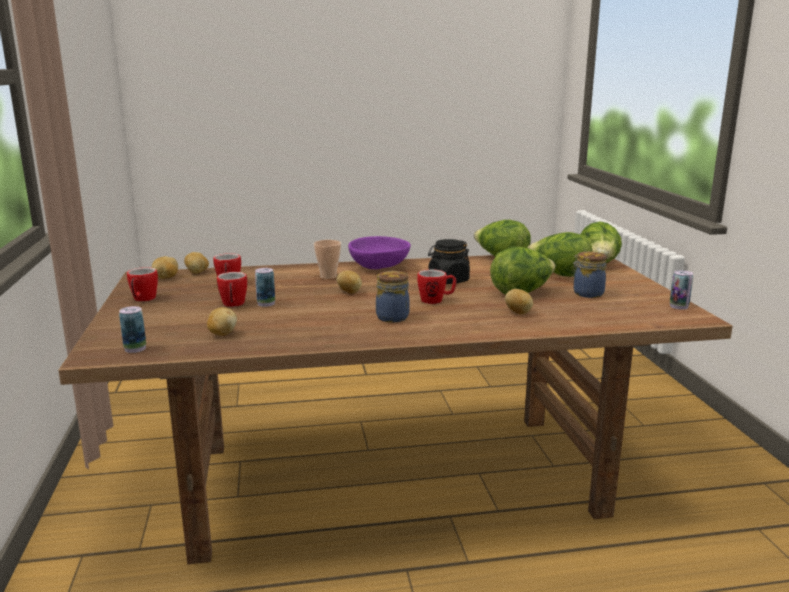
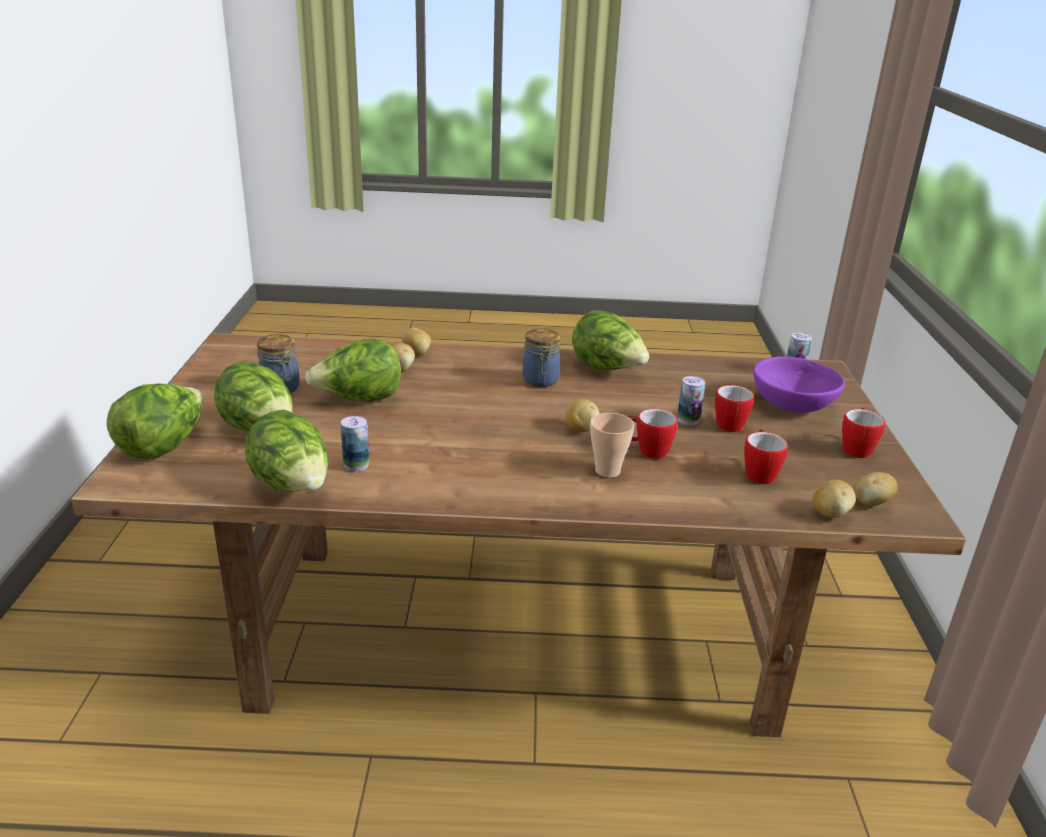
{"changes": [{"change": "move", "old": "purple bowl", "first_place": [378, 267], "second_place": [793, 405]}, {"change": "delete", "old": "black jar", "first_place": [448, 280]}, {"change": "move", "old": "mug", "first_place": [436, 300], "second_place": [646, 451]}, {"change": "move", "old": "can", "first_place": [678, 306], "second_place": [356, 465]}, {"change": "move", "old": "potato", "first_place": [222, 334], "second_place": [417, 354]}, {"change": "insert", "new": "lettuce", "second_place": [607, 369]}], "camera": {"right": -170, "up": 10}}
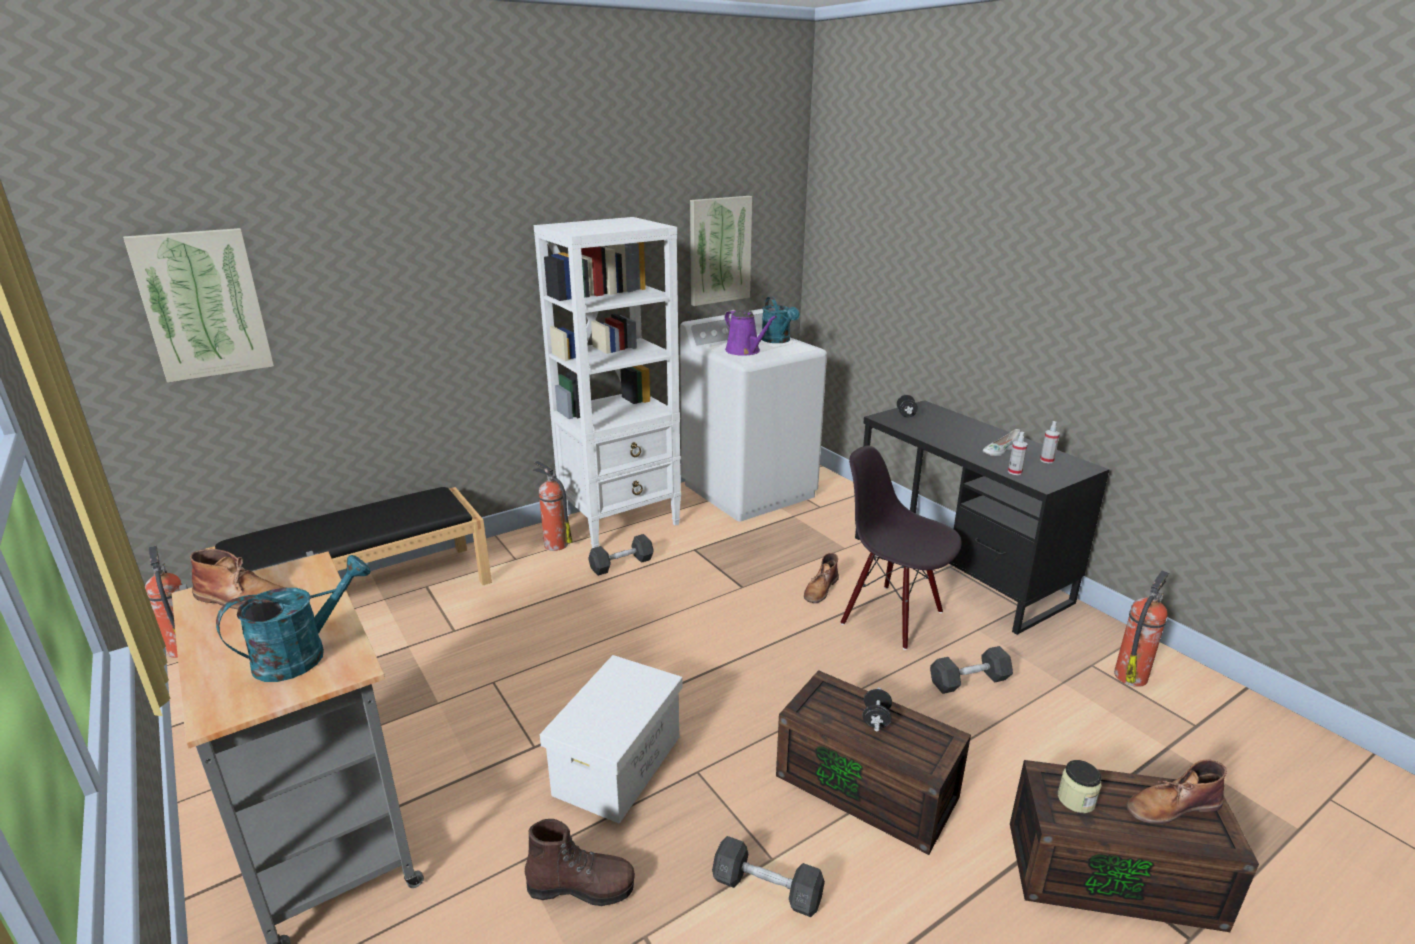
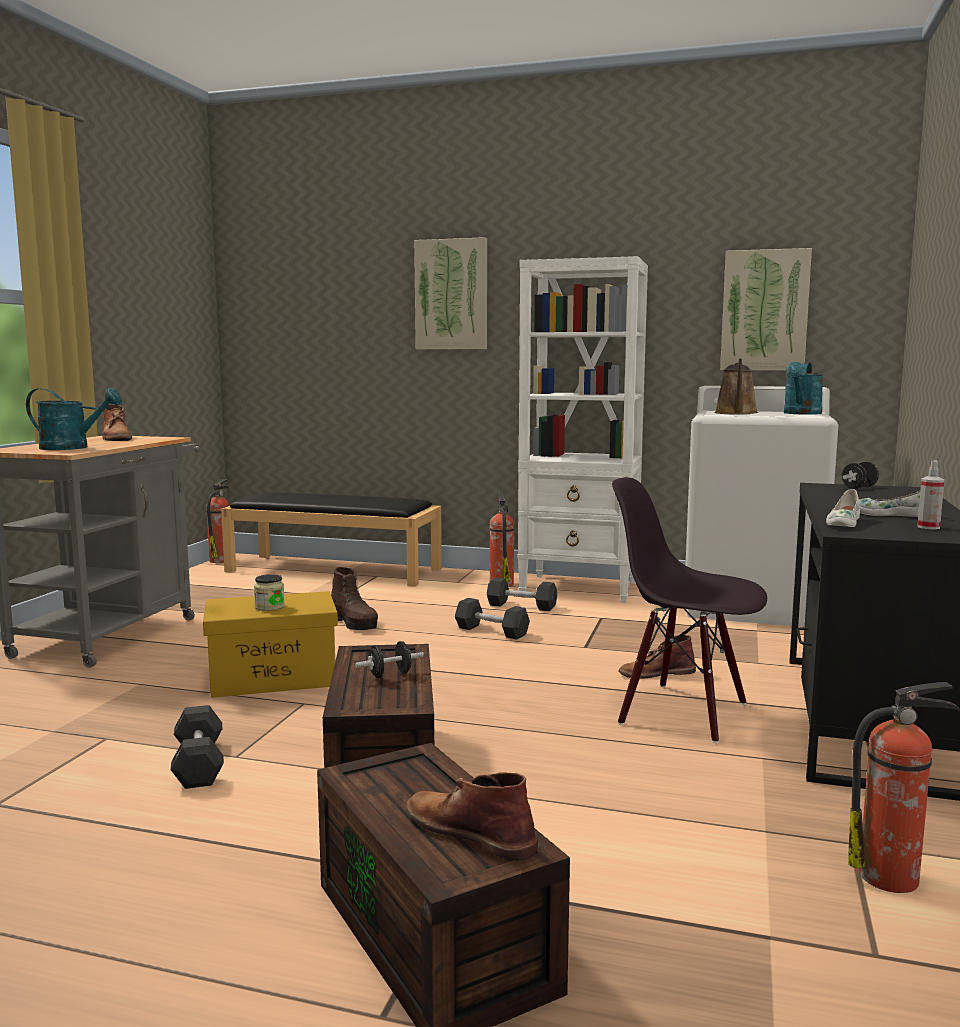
{"changes": [{"change": "move", "old": "picture", "first_place": [203, 304], "second_place": [451, 295]}, {"change": "recolor", "old": "purple watering can", "new": "brown watering can", "first_place": [745, 351], "second_place": [736, 413]}, {"change": "replace", "old": "spray bottle", "new": "white shoe", "first_place": [1015, 472], "second_place": [843, 523]}, {"change": "rotate", "old": "black chair", "first_place": [892, 616], "second_place": [683, 712], "degrees": -60}, {"change": "move", "old": "grey dumbbell", "first_place": [969, 681], "second_place": [491, 631]}, {"change": "recolor", "old": "white storage box", "new": "yellow storage box", "first_place": [618, 764], "second_place": [274, 678]}, {"change": "move", "old": "jar", "first_place": [1076, 799], "second_place": [269, 607]}, {"change": "move", "old": "brown boot", "first_place": [582, 886], "second_place": [354, 623]}], "camera": {"right": 50, "up": -15}}
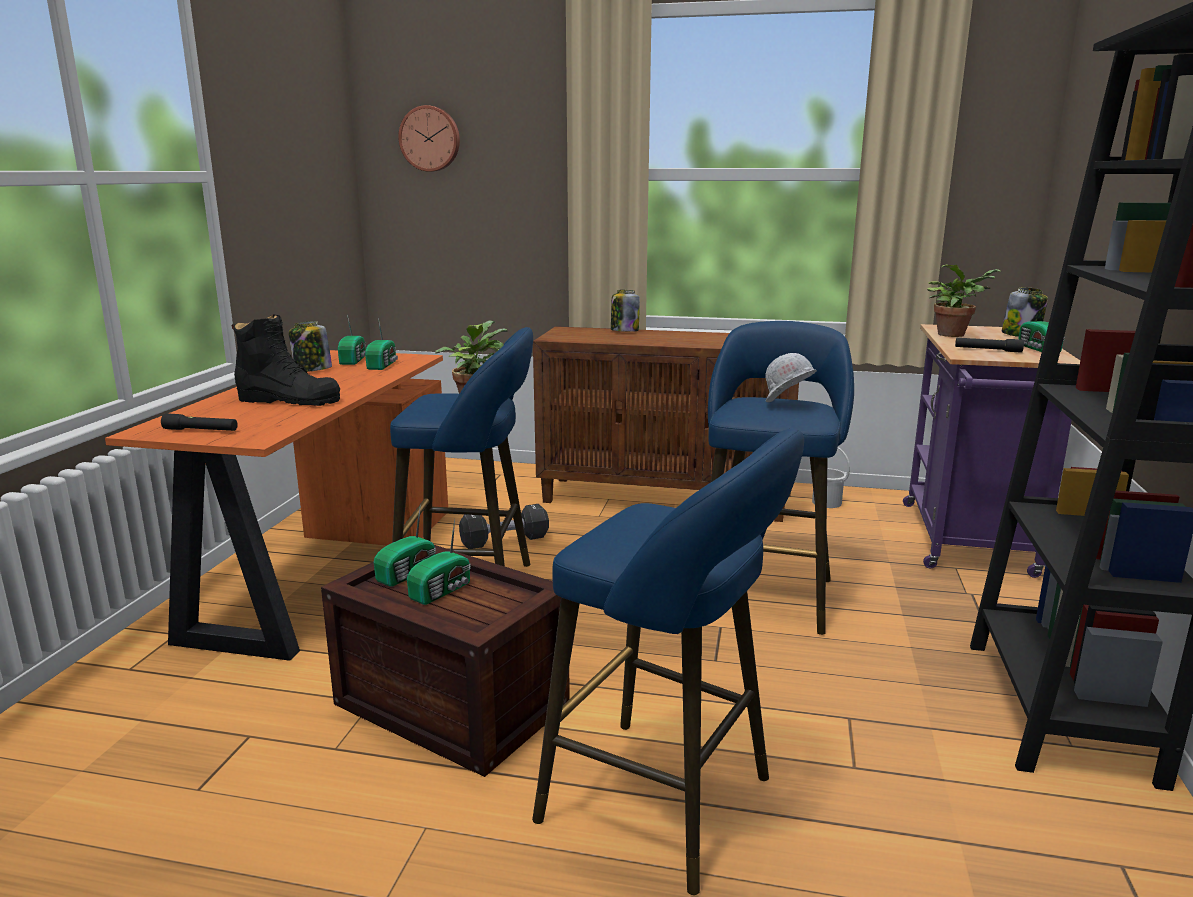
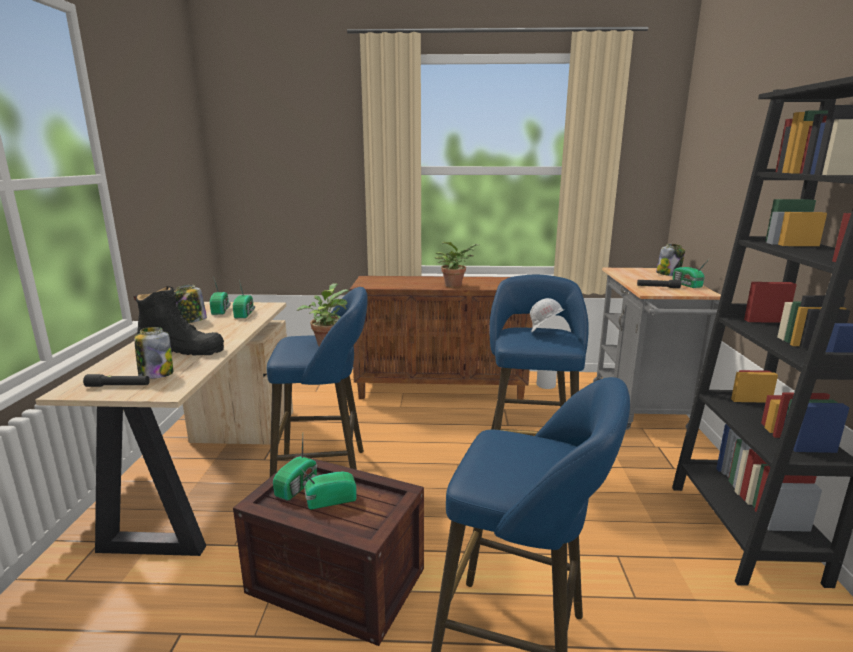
{"changes": [{"change": "delete", "old": "wall clock", "first_place": [430, 139]}, {"change": "move", "old": "potted plant", "first_place": [953, 334], "second_place": [455, 285]}, {"change": "move", "old": "jar", "first_place": [624, 331], "second_place": [156, 374]}, {"change": "recolor", "old": "purple cart", "new": "grey cart", "first_place": [969, 543], "second_place": [643, 408]}, {"change": "recolor", "old": "orange desk", "new": "beige desk", "first_place": [323, 570], "second_place": [209, 470]}, {"change": "delete", "old": "black dumbbell", "first_place": [504, 541]}, {"change": "rotate", "old": "radio", "first_place": [443, 590], "second_place": [329, 500], "degrees": -135}], "camera": {"right": -10, "up": 0}}
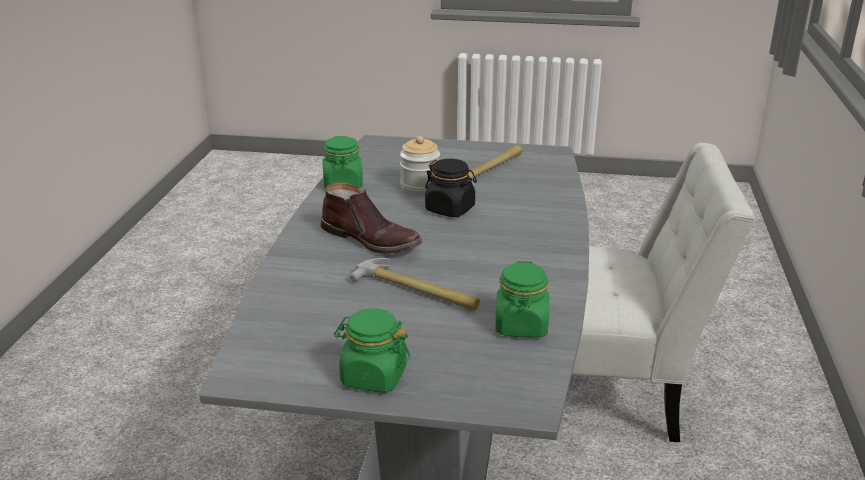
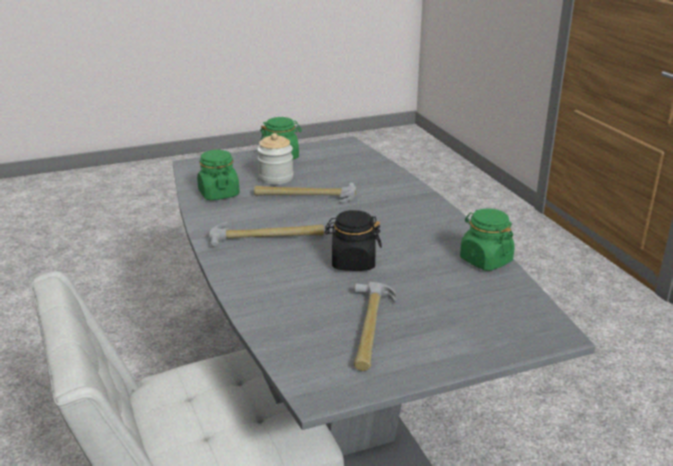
{"changes": [{"change": "move", "old": "jar", "first_place": [420, 187], "second_place": [276, 178]}, {"change": "delete", "old": "brown boot", "first_place": [371, 239]}, {"change": "insert", "new": "hammer", "second_place": [267, 237]}], "camera": {"right": 150, "up": 0}}
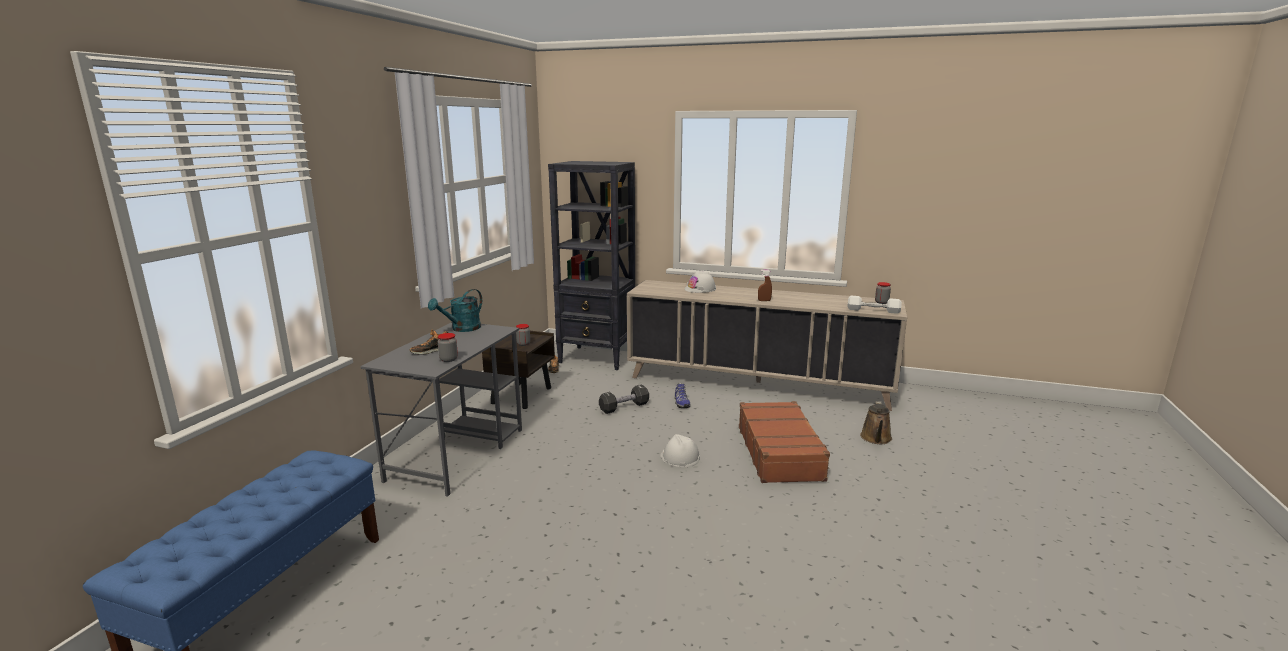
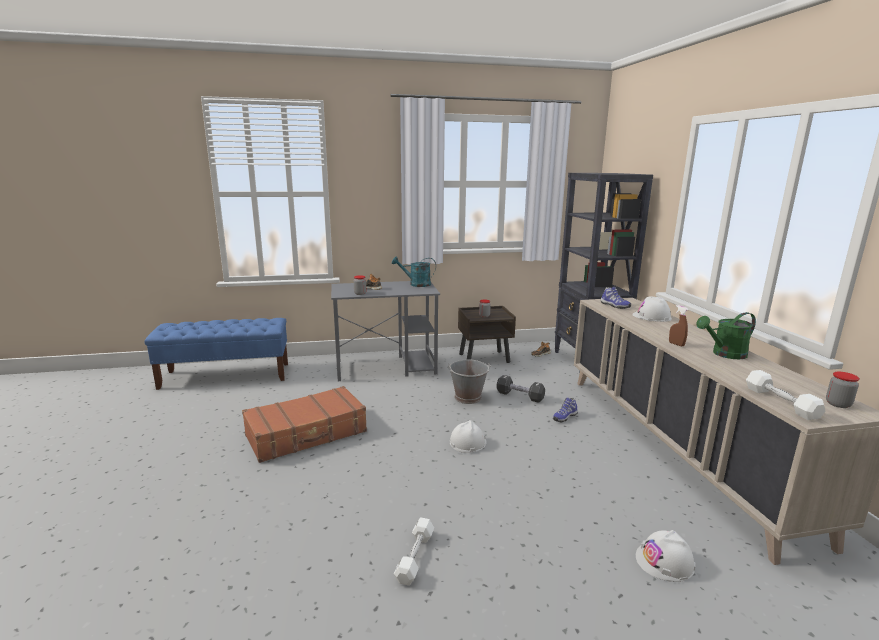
{"changes": [{"change": "move", "old": "brown suitcase", "first_place": [780, 452], "second_place": [307, 434]}, {"change": "replace", "old": "brown watering can", "new": "white hard hat", "first_place": [876, 439], "second_place": [665, 561]}, {"change": "insert", "new": "shoe", "second_place": [614, 306]}, {"change": "insert", "new": "green watering can", "second_place": [724, 354]}, {"change": "insert", "new": "grey bucket", "second_place": [468, 397]}, {"change": "insert", "new": "white dumbbell", "second_place": [415, 557]}], "camera": {"right": 60, "up": 0}}
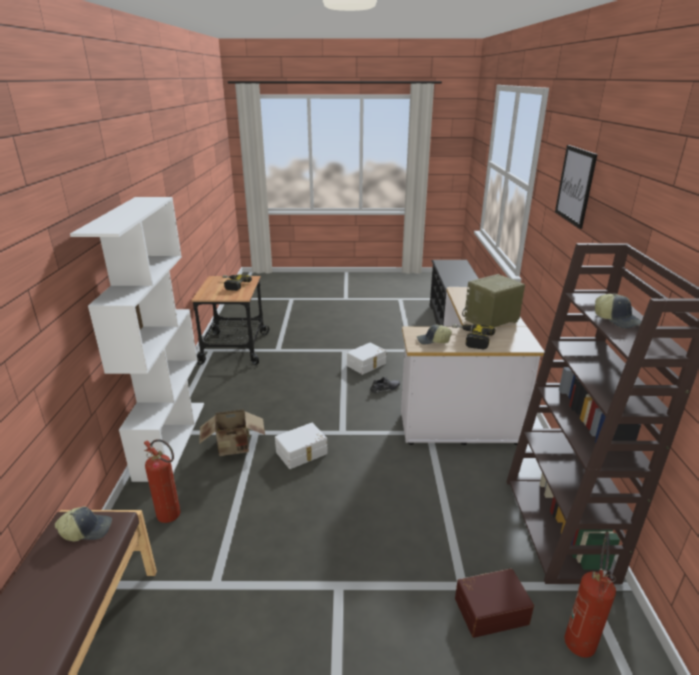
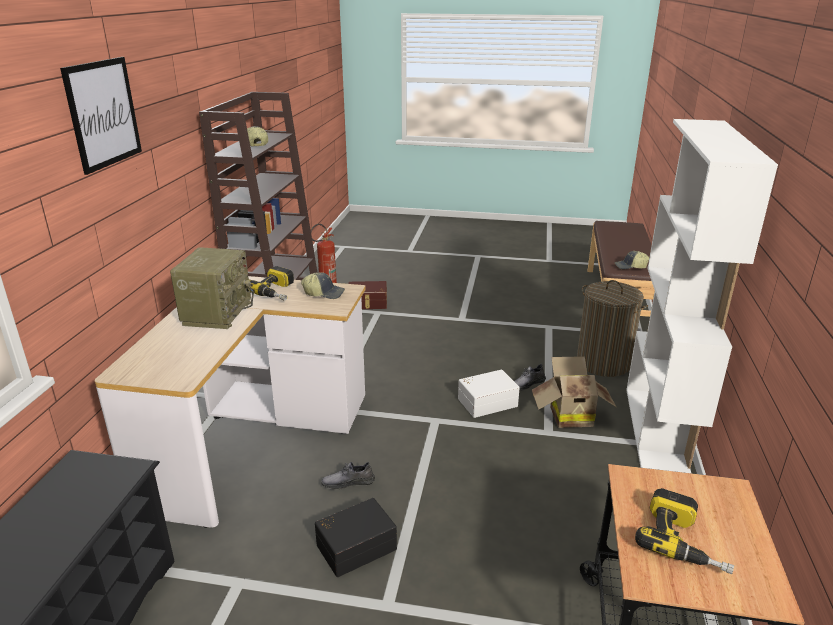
{"changes": [{"change": "rotate", "old": "radio", "first_place": [491, 321], "second_place": [216, 313], "degrees": -60}, {"change": "recolor", "old": "white storage box", "new": "black storage box", "first_place": [367, 365], "second_place": [355, 546]}, {"change": "replace", "old": "fire extinguisher", "new": "laundry basket", "first_place": [172, 517], "second_place": [603, 363]}, {"change": "insert", "new": "grey shoe", "second_place": [527, 384]}], "camera": {"right": -170, "up": 0}}
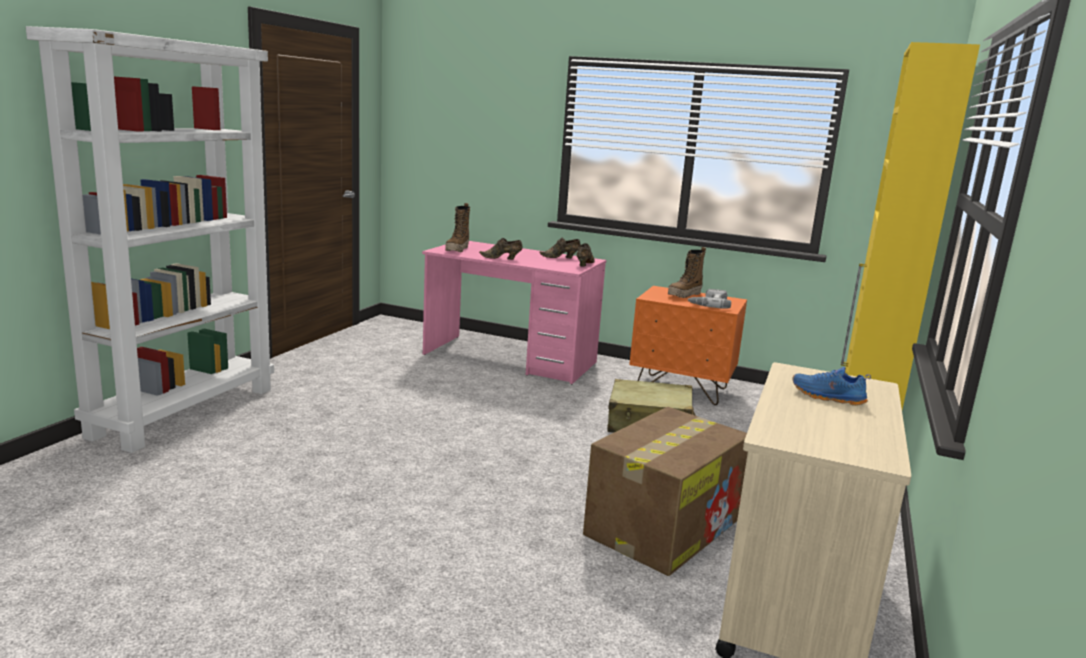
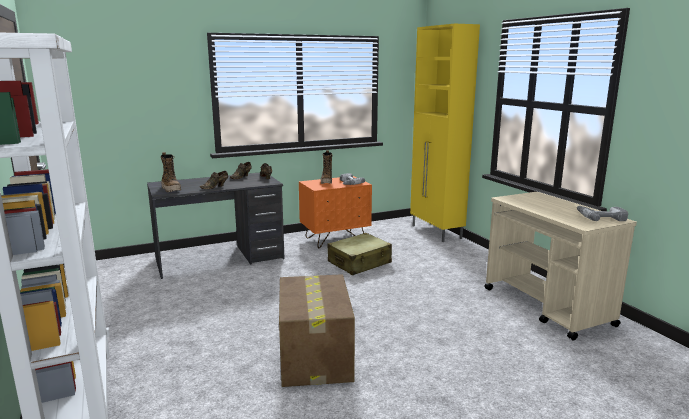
{"changes": [{"change": "recolor", "old": "pink desk", "new": "grey desk", "first_place": [510, 359], "second_place": [220, 259]}, {"change": "delete", "old": "blue shoe", "first_place": [827, 397]}, {"change": "move", "old": "cardboard box", "first_place": [663, 526], "second_place": [315, 355]}, {"change": "insert", "new": "power drill", "second_place": [600, 217]}], "camera": {"right": -45, "up": 0}}
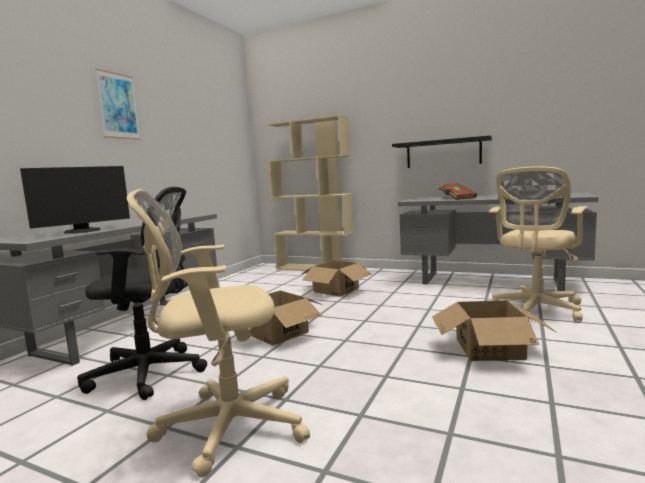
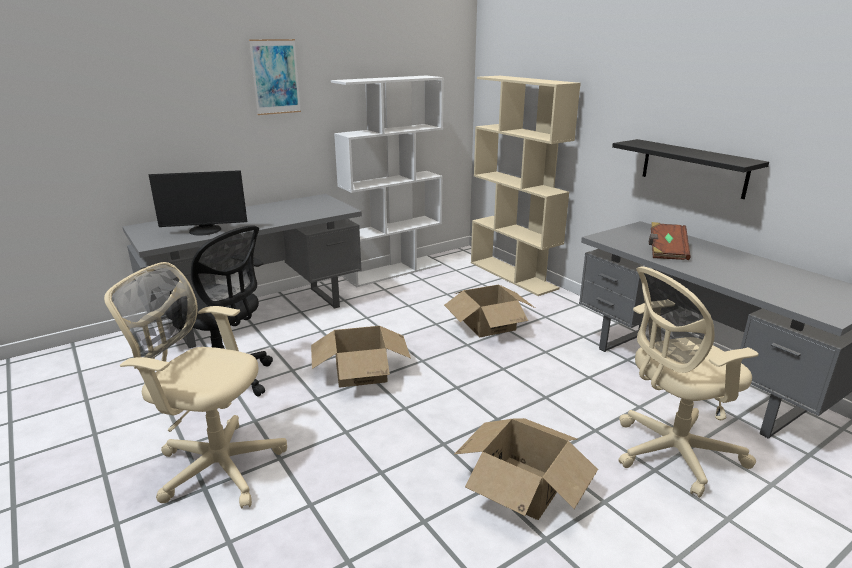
{"changes": [{"change": "insert", "new": "white bookcase", "second_place": [393, 271]}], "camera": {"right": 30, "up": 15}}
